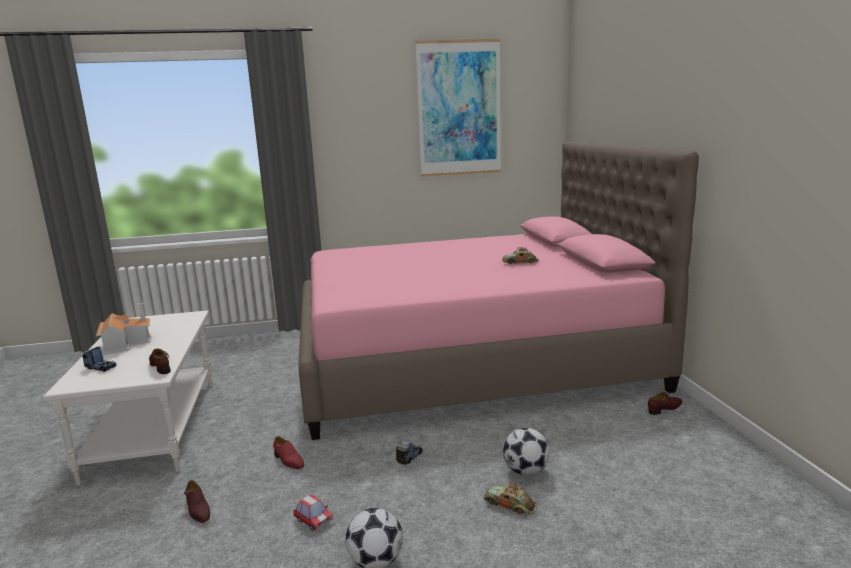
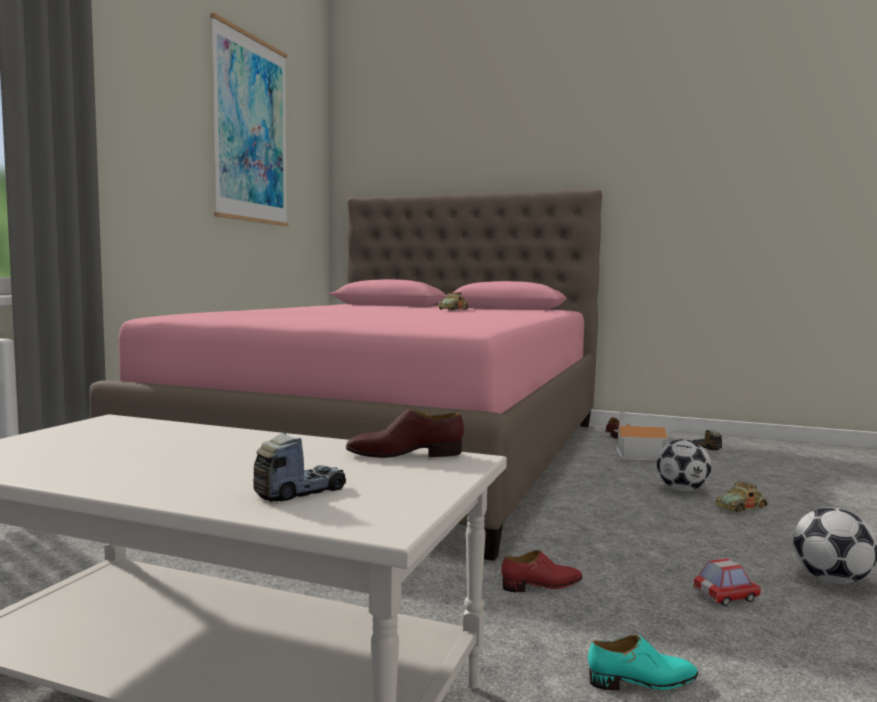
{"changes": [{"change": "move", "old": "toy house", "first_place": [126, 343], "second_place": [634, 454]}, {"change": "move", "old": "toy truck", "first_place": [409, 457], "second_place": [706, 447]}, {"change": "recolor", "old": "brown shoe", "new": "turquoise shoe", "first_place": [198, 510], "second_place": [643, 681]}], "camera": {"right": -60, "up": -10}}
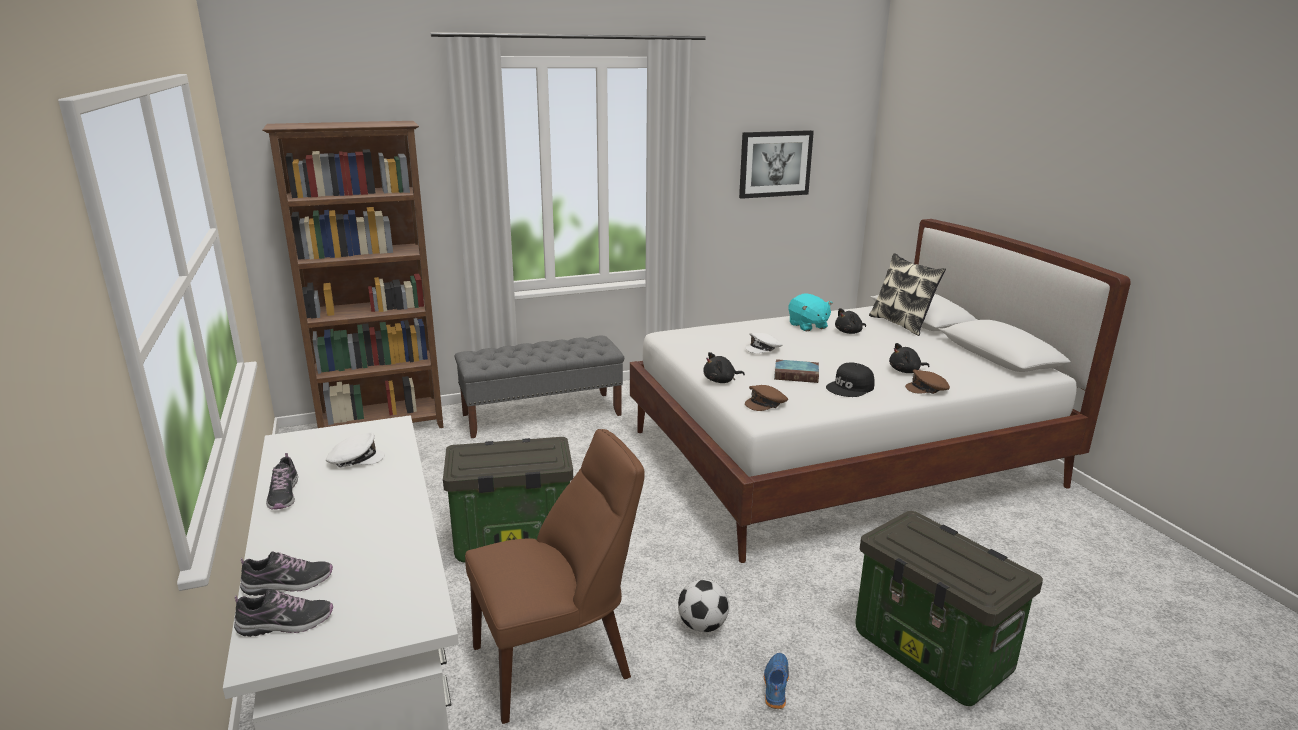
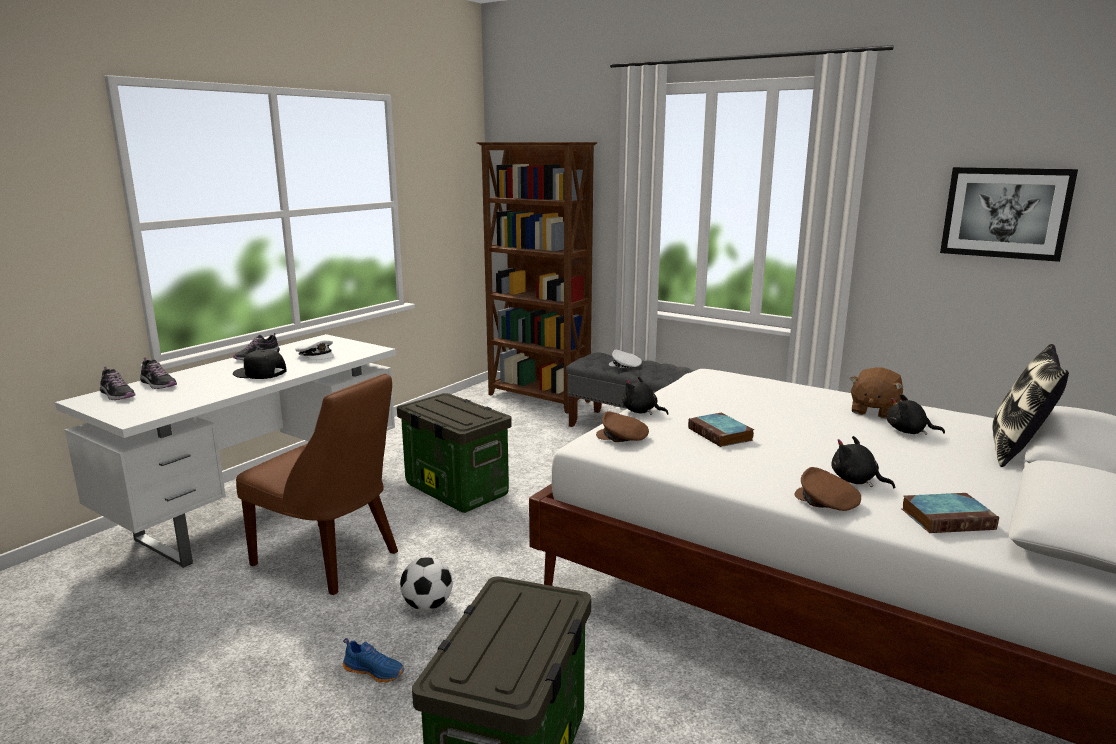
{"changes": [{"change": "recolor", "old": "turquoise plush toy", "new": "brown plush toy", "first_place": [807, 326], "second_place": [873, 411]}, {"change": "move", "old": "white cap", "first_place": [764, 348], "second_place": [625, 366]}, {"change": "move", "old": "black cap", "first_place": [850, 387], "second_place": [259, 373]}, {"change": "rotate", "old": "blue shoe", "first_place": [775, 686], "second_place": [375, 671], "degrees": 45}, {"change": "insert", "new": "book", "second_place": [948, 518]}], "camera": {"right": 55, "up": -5}}
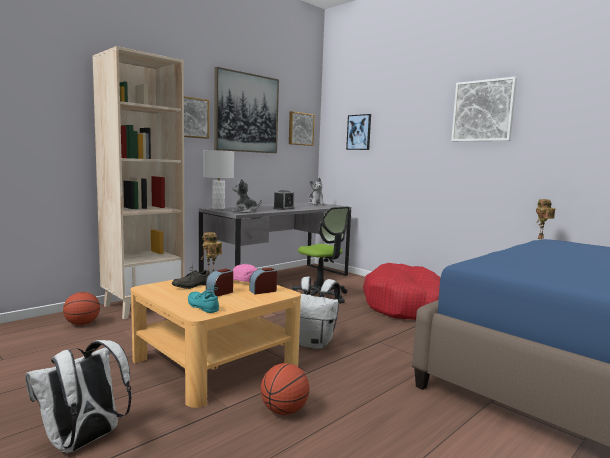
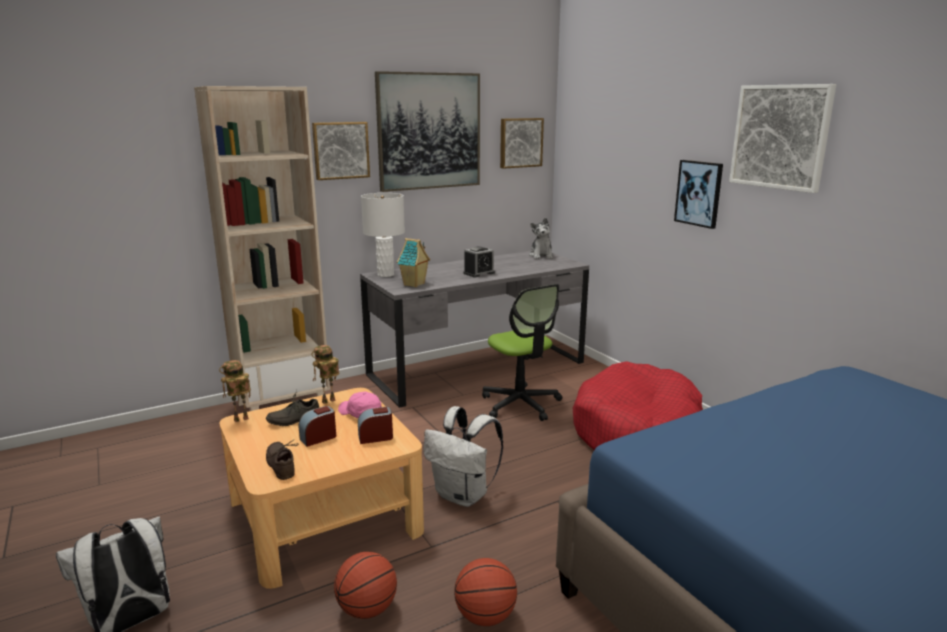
{"changes": [{"change": "move", "old": "picture", "first_place": [359, 132], "second_place": [699, 193]}, {"change": "replace", "old": "plush toy", "new": "toy house", "first_place": [245, 211], "second_place": [414, 284]}, {"change": "move", "old": "toy robot", "first_place": [541, 238], "second_place": [240, 420]}, {"change": "recolor", "old": "turquoise shoe", "new": "grey shoe", "first_place": [204, 306], "second_place": [283, 465]}, {"change": "move", "old": "basketball", "first_place": [82, 324], "second_place": [485, 616]}], "camera": {"right": 15, "up": 10}}
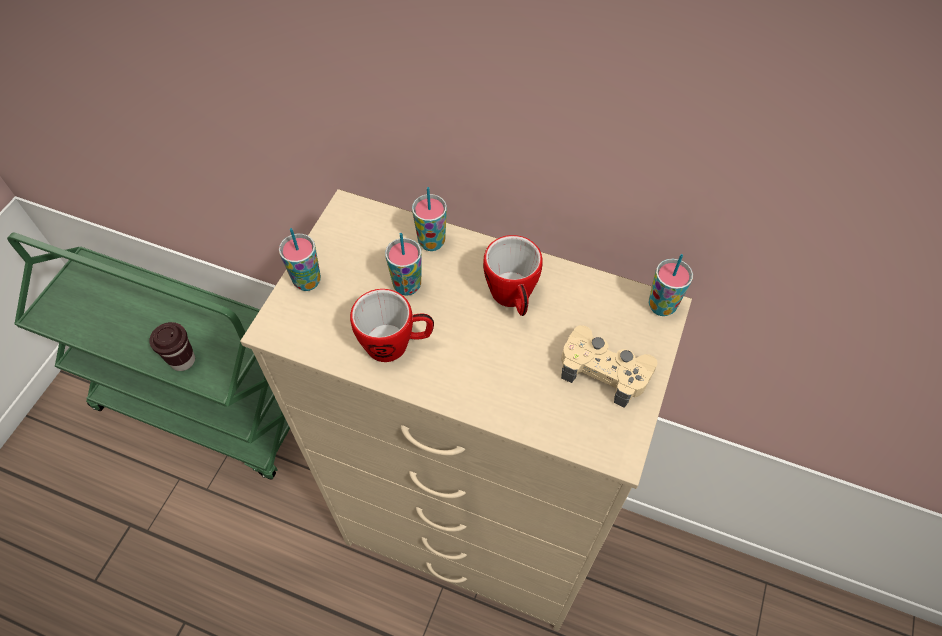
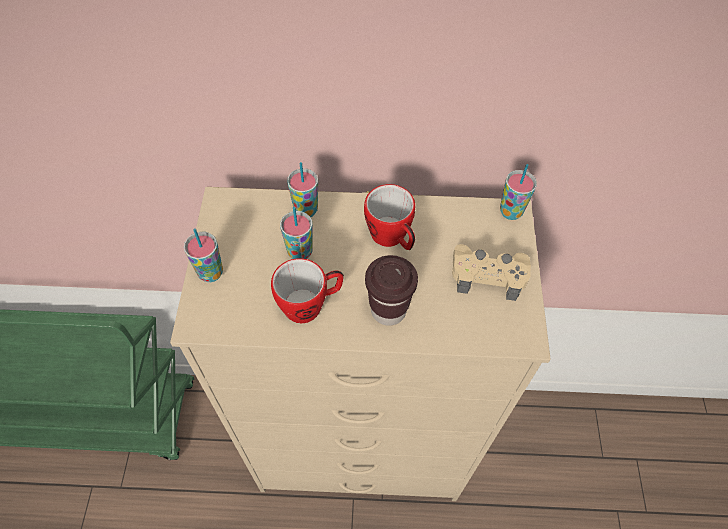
{"changes": [{"change": "move", "old": "brown cup", "first_place": [183, 360], "second_place": [388, 310]}], "camera": {"right": -20, "up": 0}}
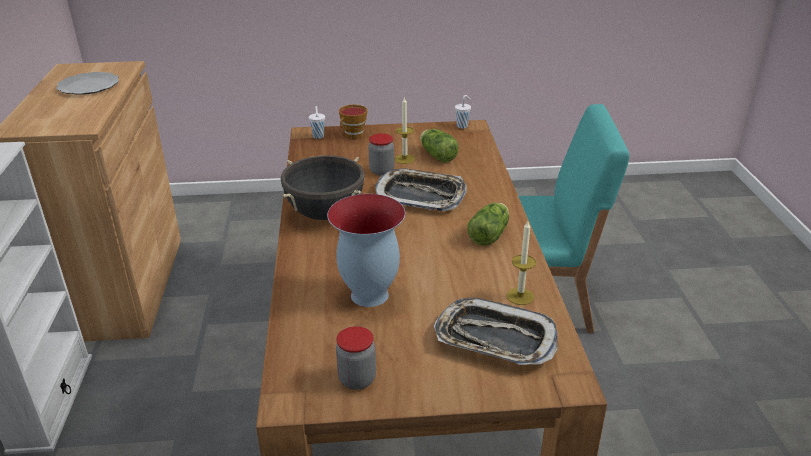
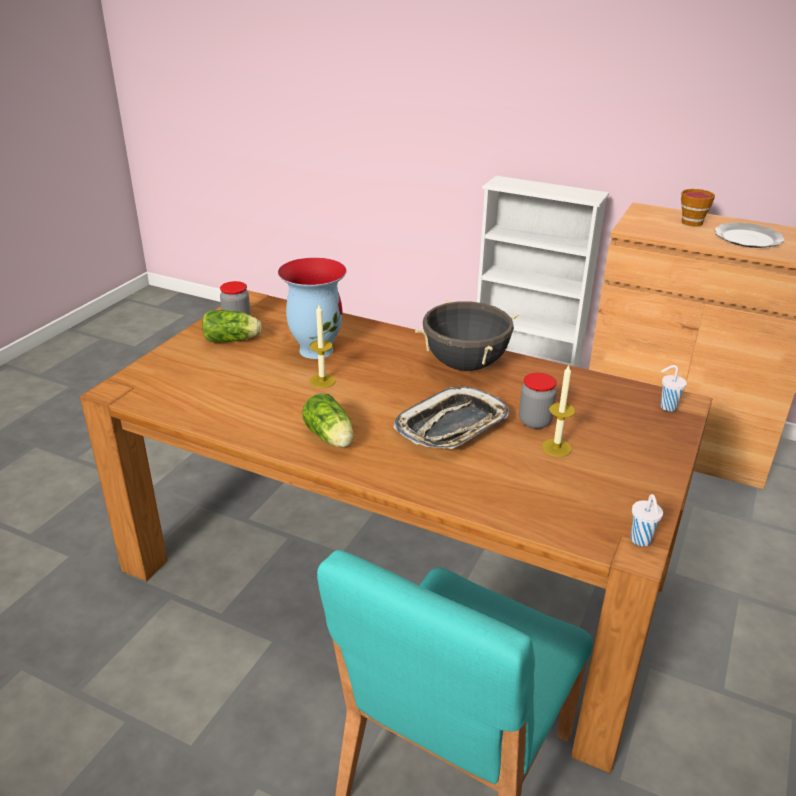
{"changes": [{"change": "move", "old": "cup", "first_place": [352, 135], "second_place": [689, 222]}, {"change": "move", "old": "lettuce", "first_place": [437, 155], "second_place": [233, 340]}, {"change": "move", "old": "candle", "first_place": [520, 296], "second_place": [322, 381]}, {"change": "delete", "old": "tray", "first_place": [494, 339]}], "camera": {"right": 120, "up": 0}}
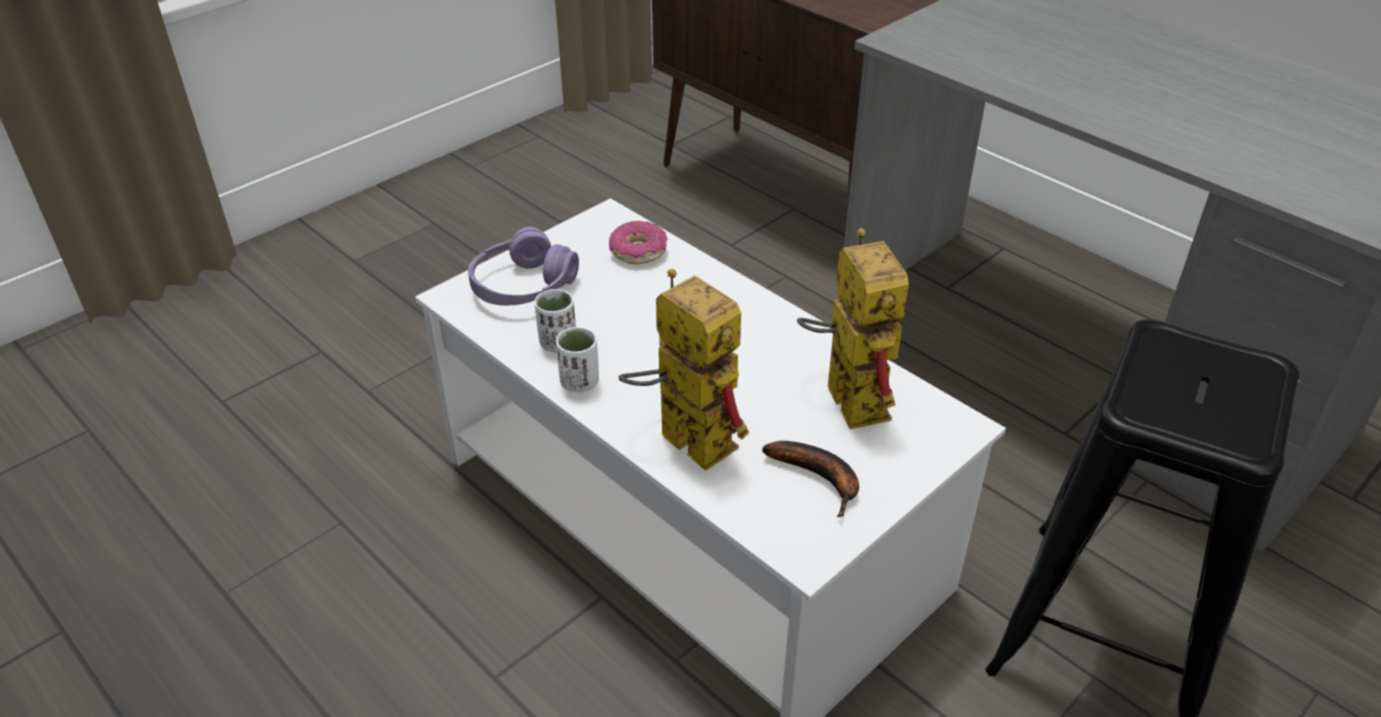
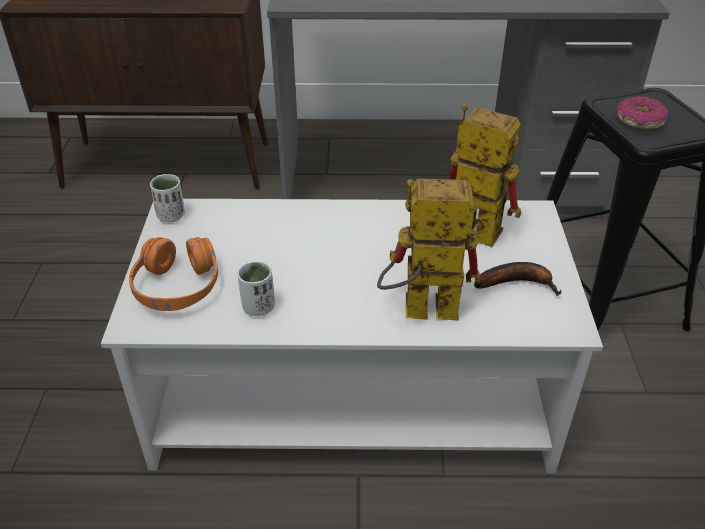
{"changes": [{"change": "move", "old": "donut", "first_place": [638, 251], "second_place": [639, 121]}, {"change": "recolor", "old": "purple headphones", "new": "orange headphones", "first_place": [522, 286], "second_place": [177, 287]}, {"change": "move", "old": "white cup", "first_place": [579, 383], "second_place": [171, 216]}], "camera": {"right": -45, "up": 0}}
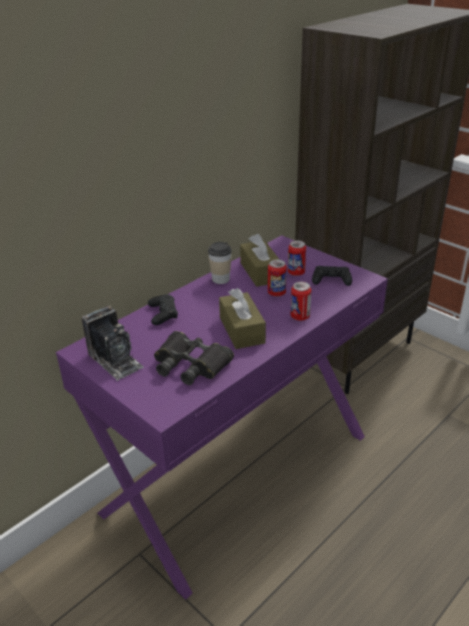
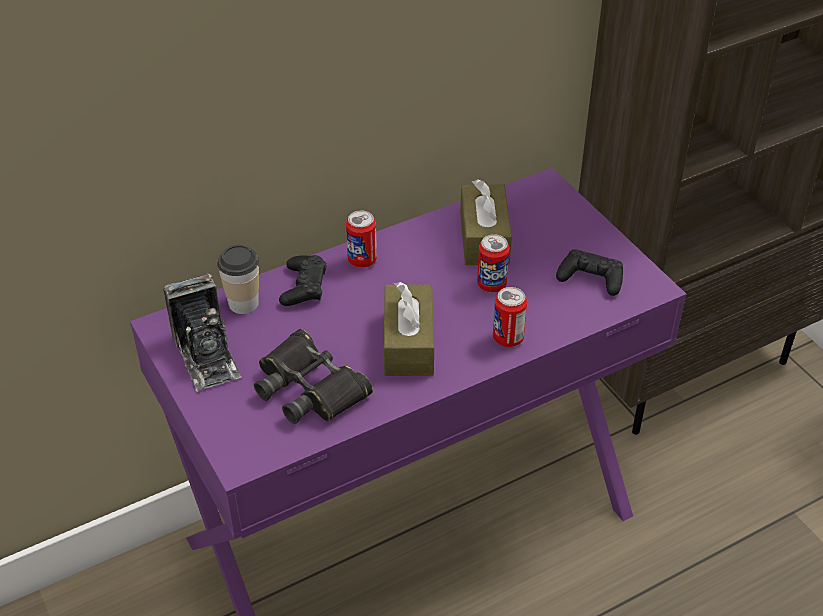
{"changes": [{"change": "move", "old": "can", "first_place": [296, 273], "second_place": [362, 260]}, {"change": "move", "old": "cup", "first_place": [220, 279], "second_place": [243, 303]}], "camera": {"right": 15, "up": 10}}
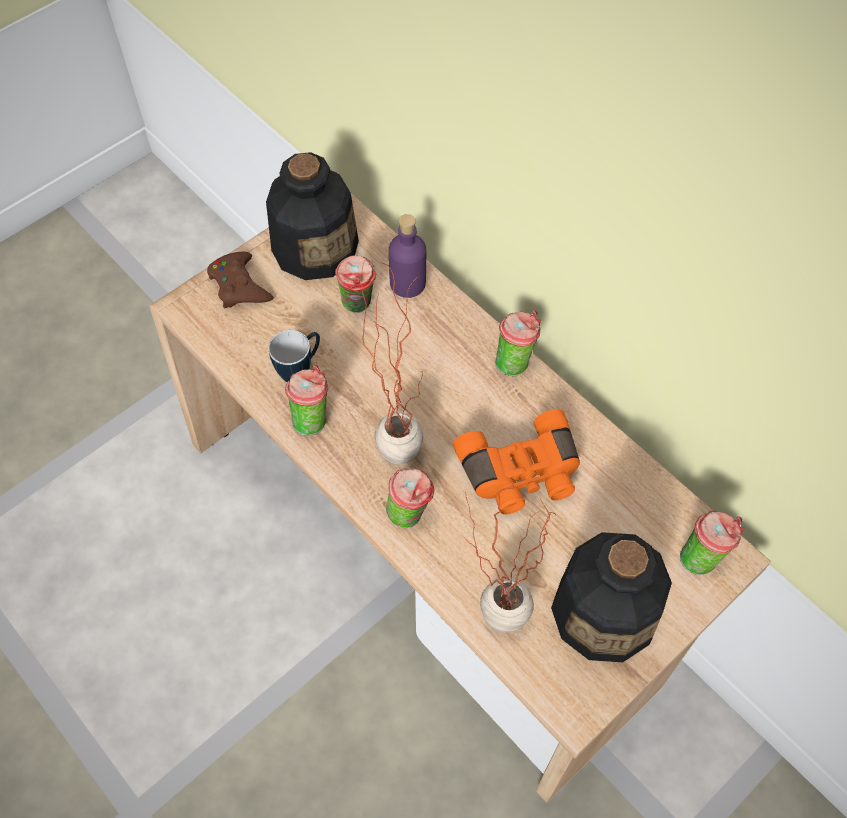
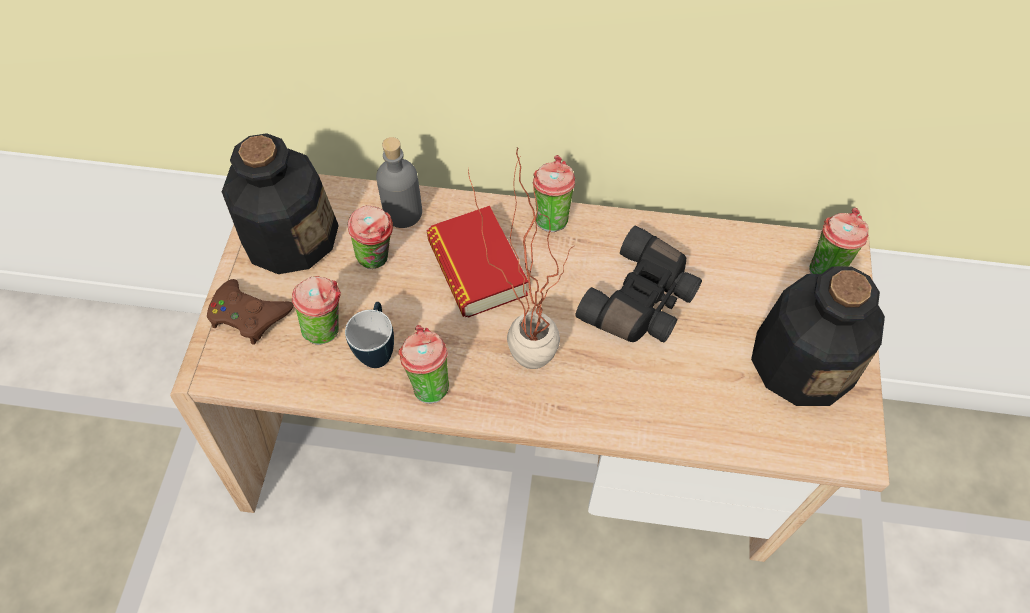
{"changes": [{"change": "recolor", "old": "purple bottle", "new": "grey bottle", "first_place": [408, 283], "second_place": [403, 212]}, {"change": "recolor", "old": "orange binoculars", "new": "black binoculars", "first_place": [521, 474], "second_place": [642, 302]}, {"change": "move", "old": "cup", "first_place": [411, 514], "second_place": [327, 328]}, {"change": "delete", "old": "potted plant", "first_place": [487, 620]}, {"change": "insert", "new": "book", "second_place": [477, 268]}], "camera": {"right": -40, "up": 0}}
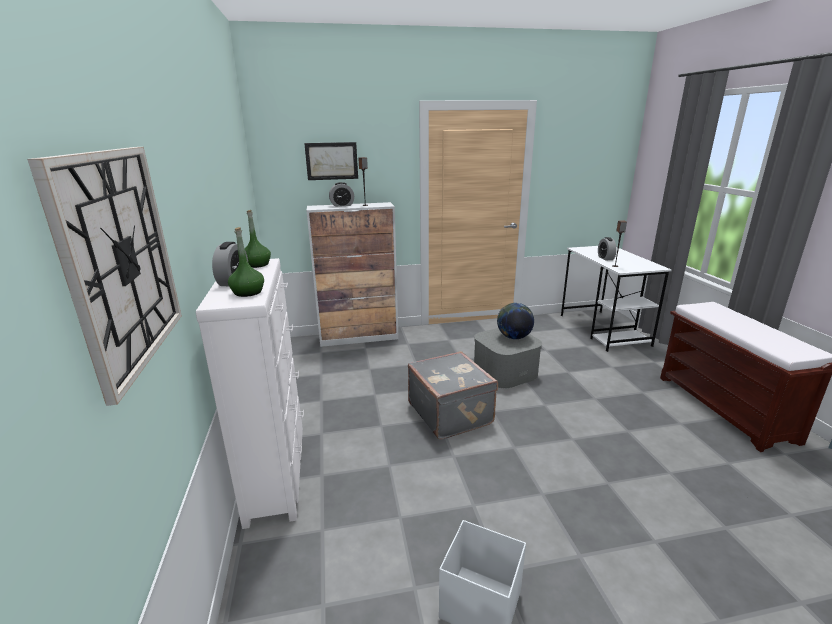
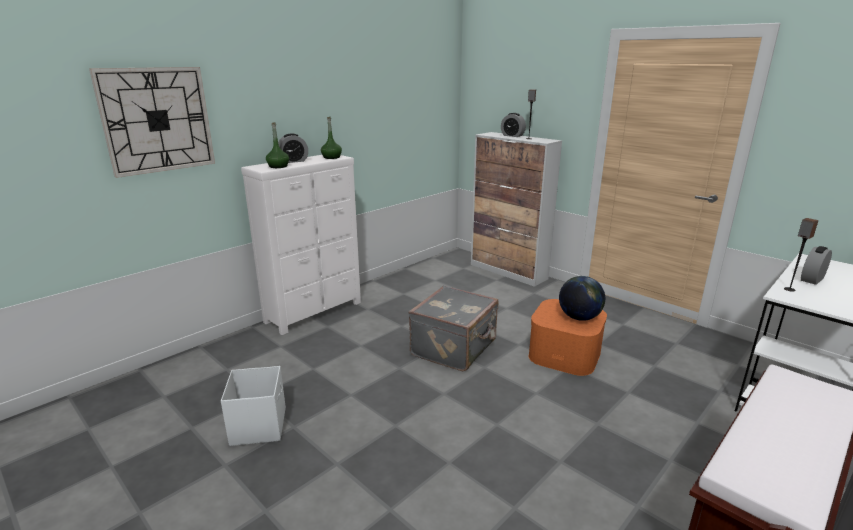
{"changes": [{"change": "delete", "old": "picture", "first_place": [331, 161]}, {"change": "recolor", "old": "grey storage box", "new": "orange storage box", "first_place": [505, 371], "second_place": [565, 354]}], "camera": {"right": 55, "up": 0}}
